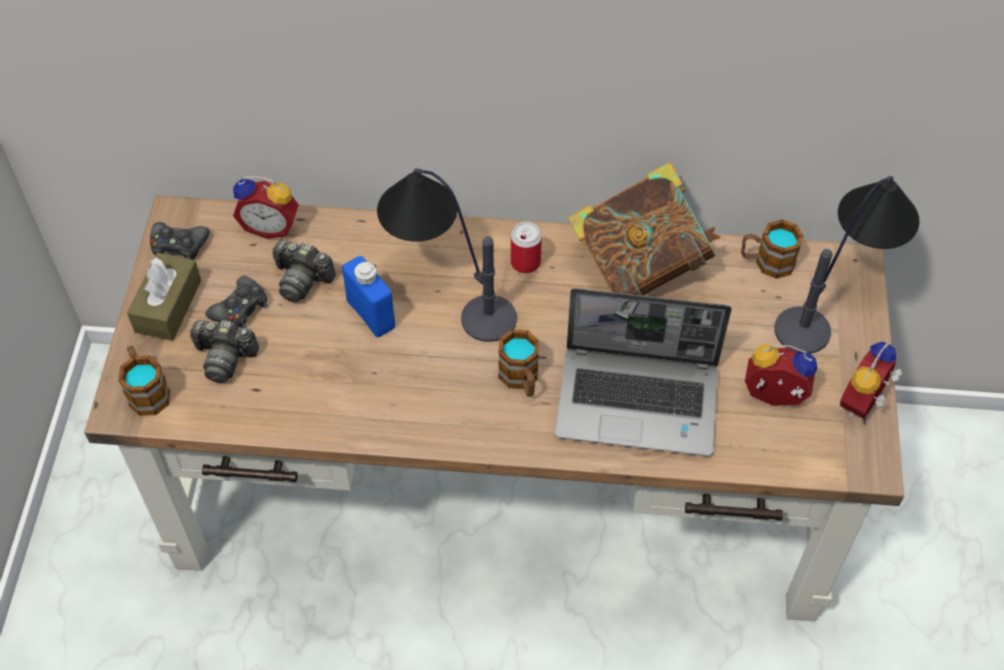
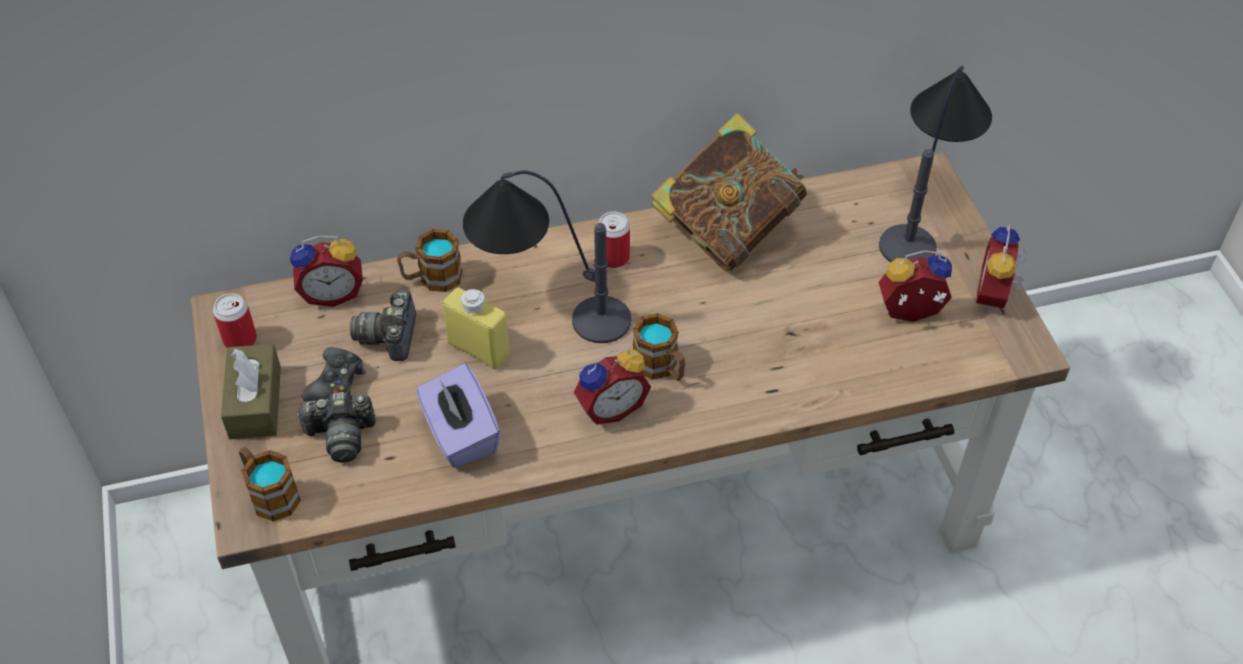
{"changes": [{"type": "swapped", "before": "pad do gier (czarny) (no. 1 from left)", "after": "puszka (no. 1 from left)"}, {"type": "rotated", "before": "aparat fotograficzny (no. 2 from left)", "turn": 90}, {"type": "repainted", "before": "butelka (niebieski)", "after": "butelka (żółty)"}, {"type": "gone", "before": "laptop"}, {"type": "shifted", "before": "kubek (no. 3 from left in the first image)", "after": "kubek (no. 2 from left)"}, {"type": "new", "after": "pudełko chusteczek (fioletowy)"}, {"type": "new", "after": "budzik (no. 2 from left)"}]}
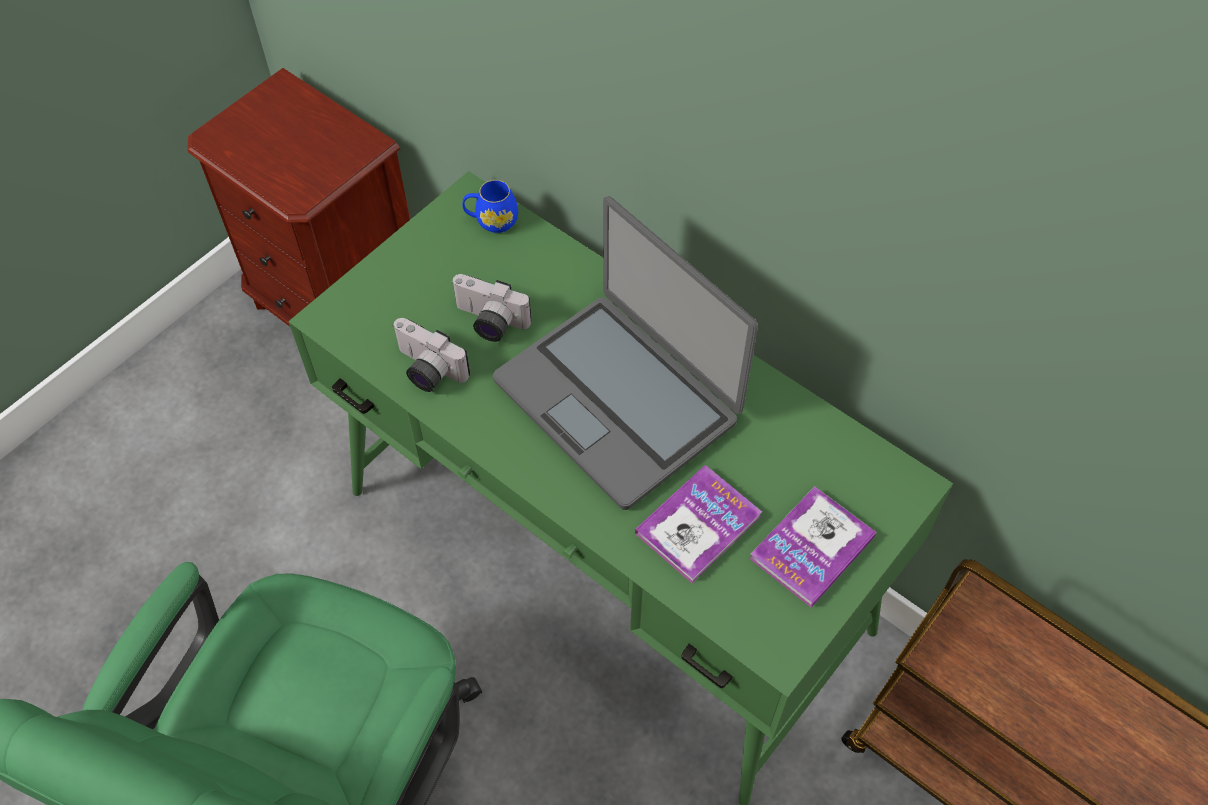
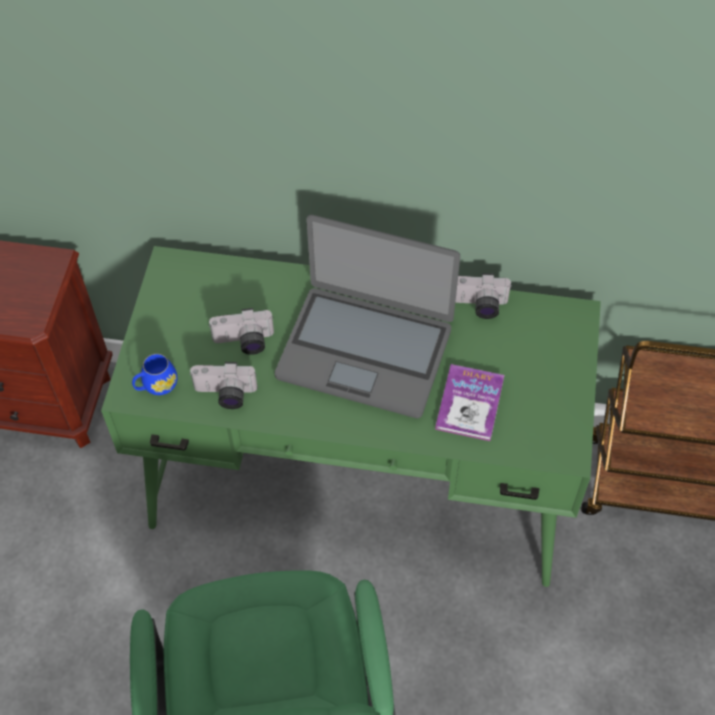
{"changes": [{"type": "shifted", "before": "kubek (niebieski)"}, {"type": "gone", "before": "książka (no. 2 from left)"}, {"type": "new", "after": "aparat fotograficzny (no. 3 from left)"}]}
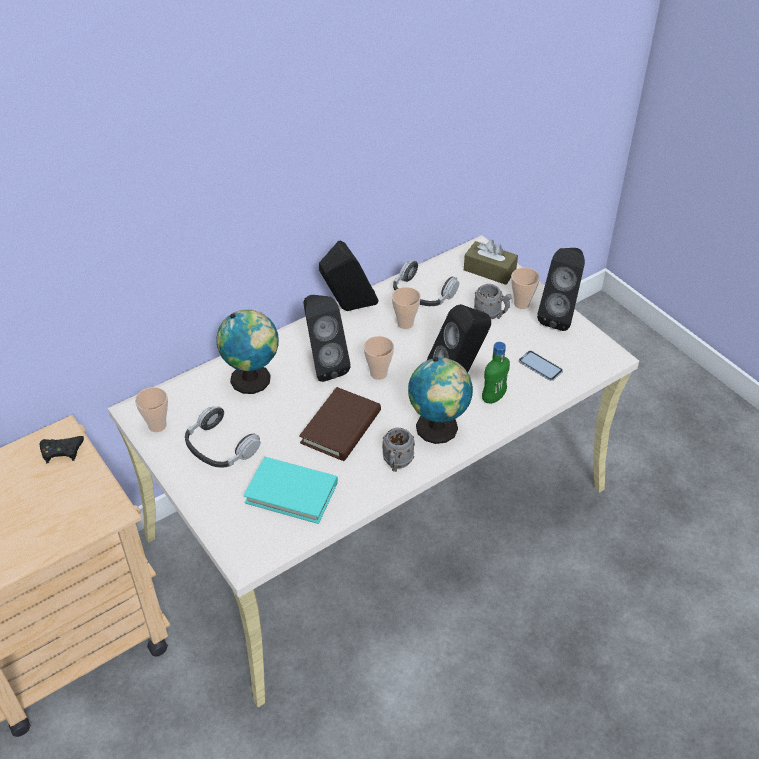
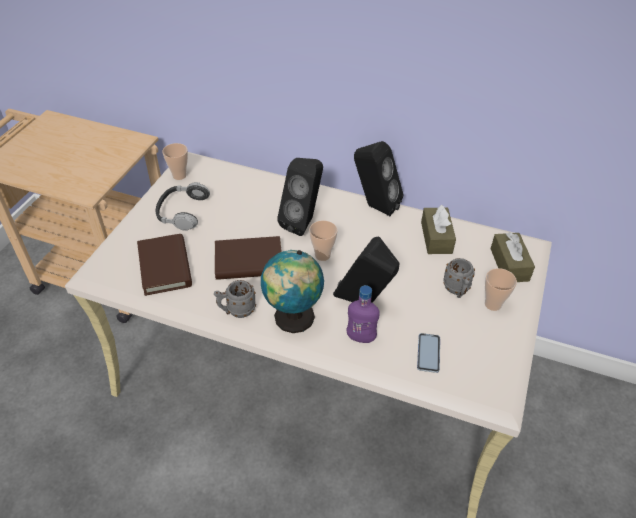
{"changes": [{"type": "gone", "before": "pad do gier (czarny)"}, {"type": "gone", "before": "globus (no. 1 from left)"}, {"type": "repainted", "before": "książka (turkusowy)", "after": "książka (brązowy) (no. 1 from left)"}, {"type": "gone", "before": "filiżanka (no. 3 from left)"}, {"type": "swapped", "before": "słuchawki (no. 2 from left)", "after": "pudełko chusteczek (brązowy) (no. 1 from left)"}, {"type": "repainted", "before": "butelka (zielony)", "after": "butelka (fioletowy)"}, {"type": "gone", "before": "głośnik (czarny) (no. 4 from left)"}]}
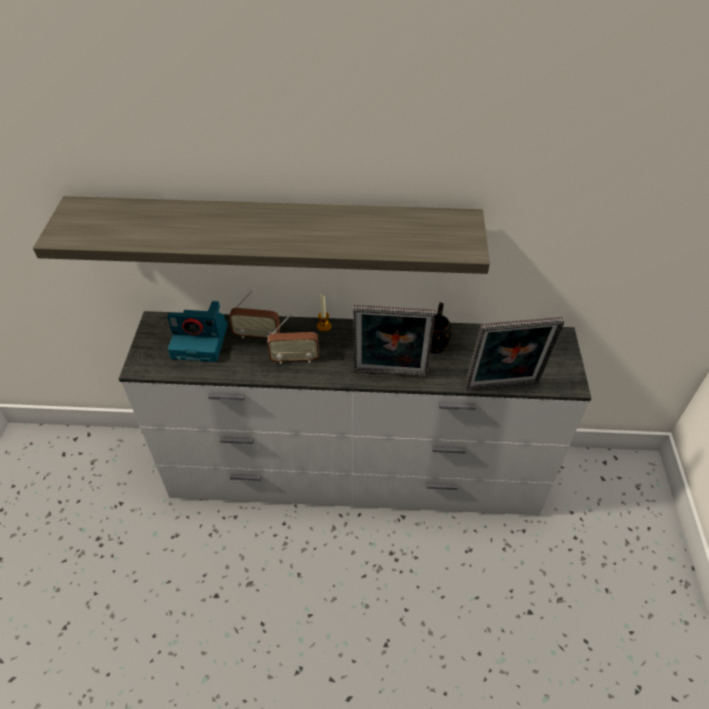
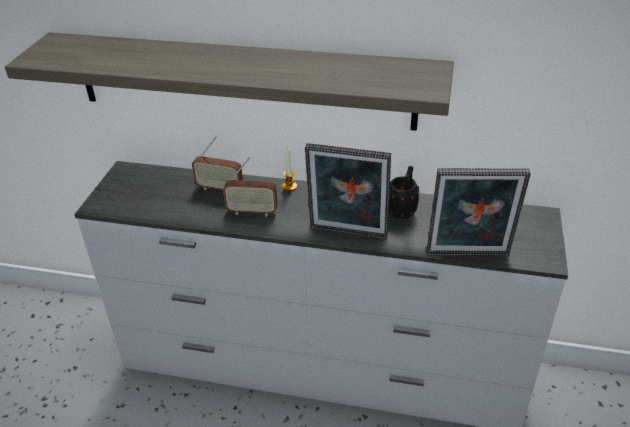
{"changes": [{"type": "gone", "before": "aparat fotograficzny"}]}
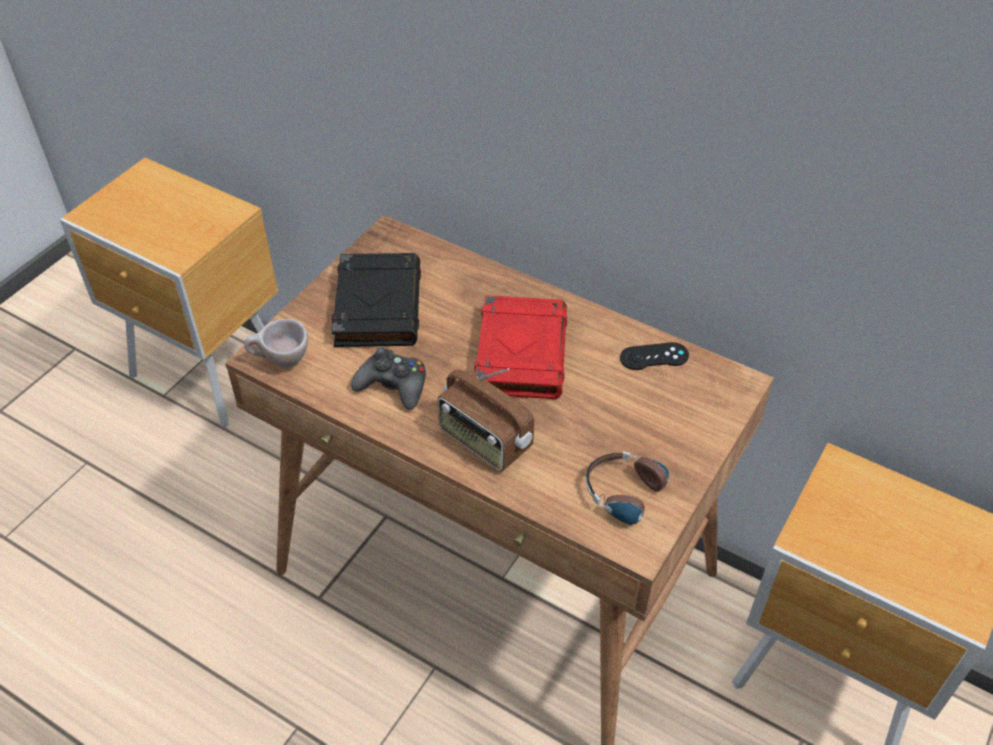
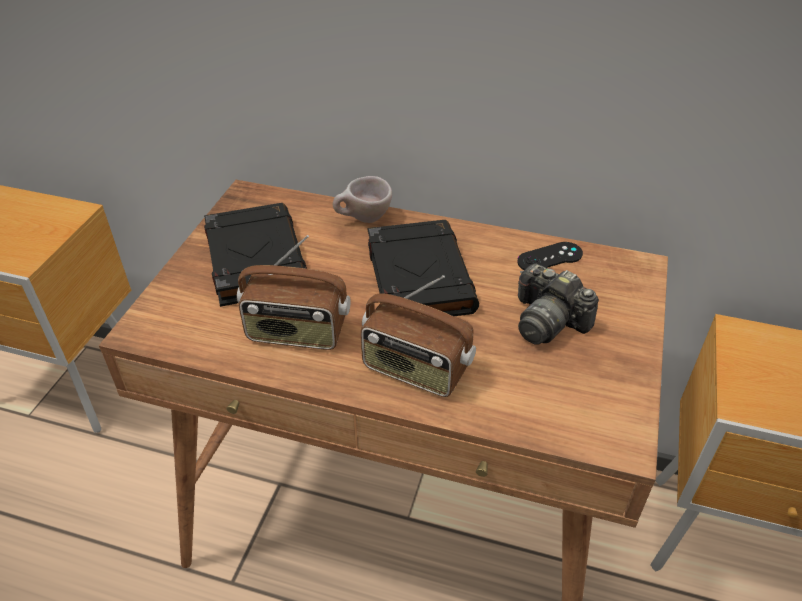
{"changes": [{"type": "shifted", "before": "filiżanka (beżowy)"}, {"type": "swapped", "before": "pad do gier (czarny) (no. 1 from left)", "after": "radio (no. 1 from left)"}, {"type": "repainted", "before": "książka (czerwony)", "after": "książka (czarny) (no. 2 from left)"}, {"type": "gone", "before": "słuchawki"}, {"type": "new", "after": "aparat fotograficzny"}]}
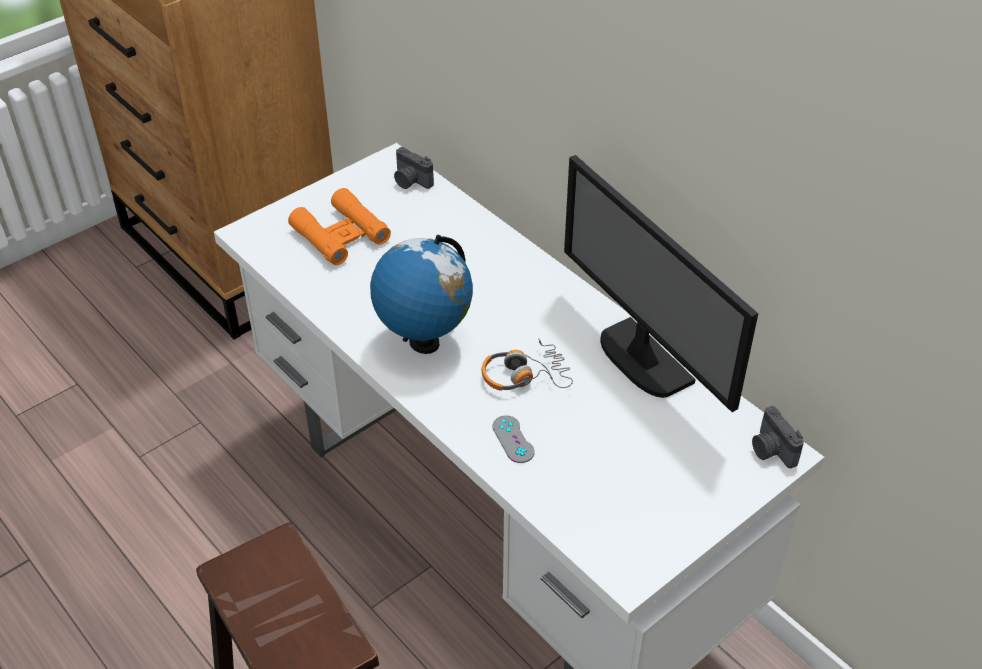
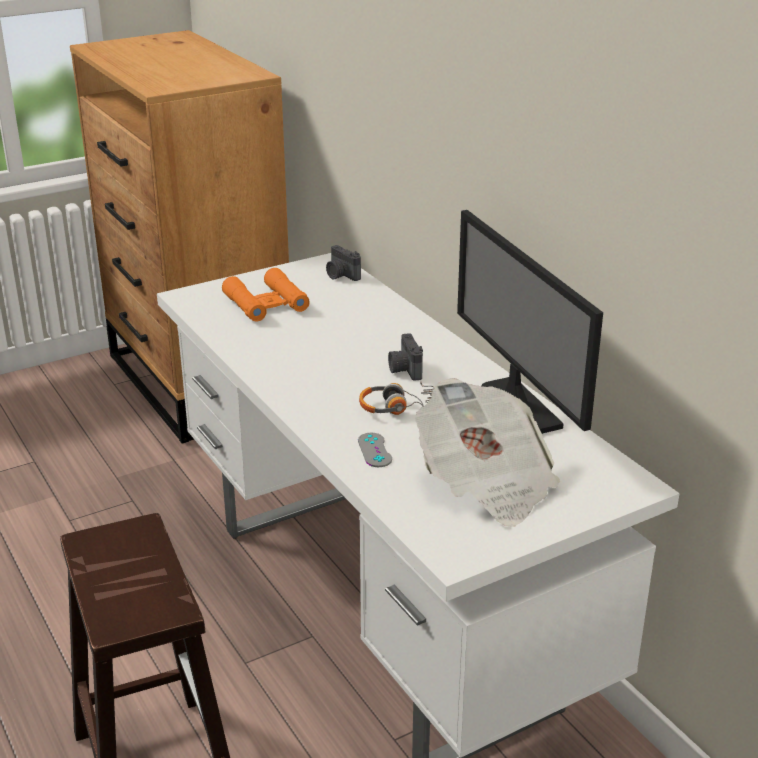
{"changes": [{"type": "gone", "before": "globus"}, {"type": "shifted", "before": "aparat fotograficzny (no. 2 from left)"}, {"type": "new", "after": "gazeta"}]}
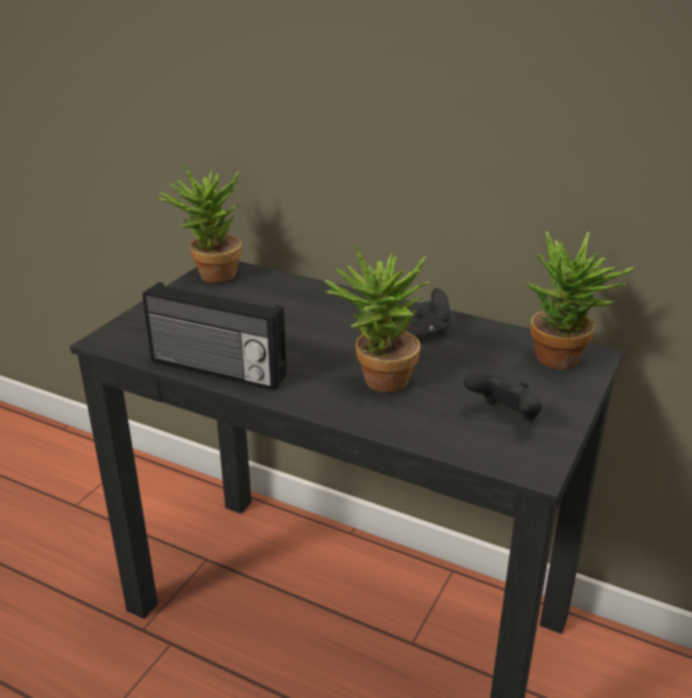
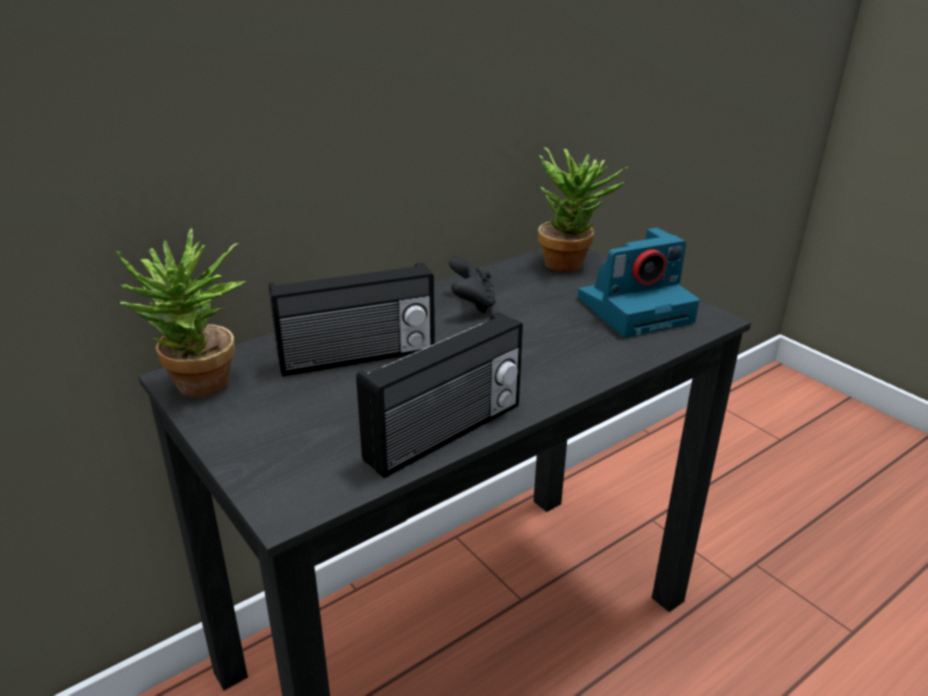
{"changes": [{"type": "gone", "before": "roślina doniczkowa (no. 2 from left)"}, {"type": "swapped", "before": "pad do gier (czarny) (no. 2 from left)", "after": "aparat fotograficzny"}, {"type": "new", "after": "radio (no. 1 from left)"}]}
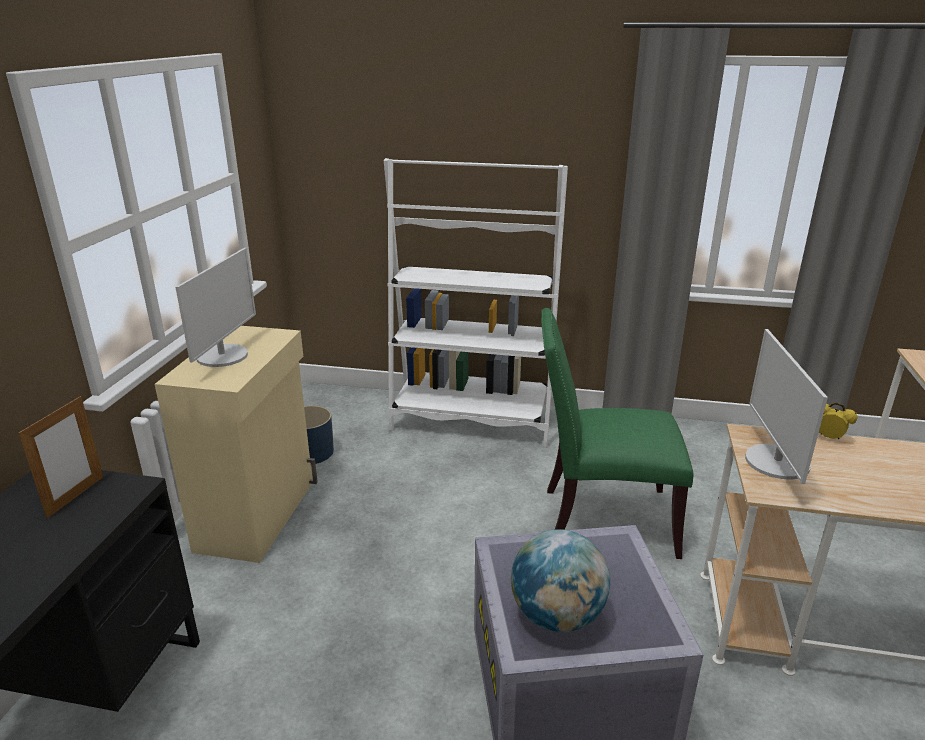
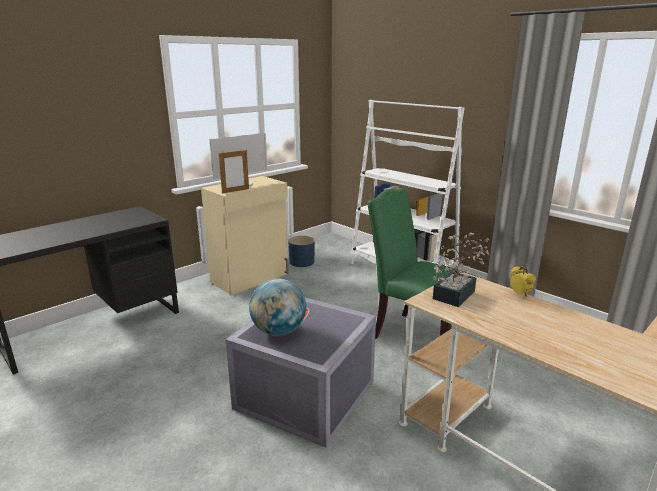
{"changes": [{"type": "shifted", "before": "ramka na zdjęcie"}, {"type": "swapped", "before": "monitor (no. 2 from left)", "after": "roślina doniczkowa"}]}
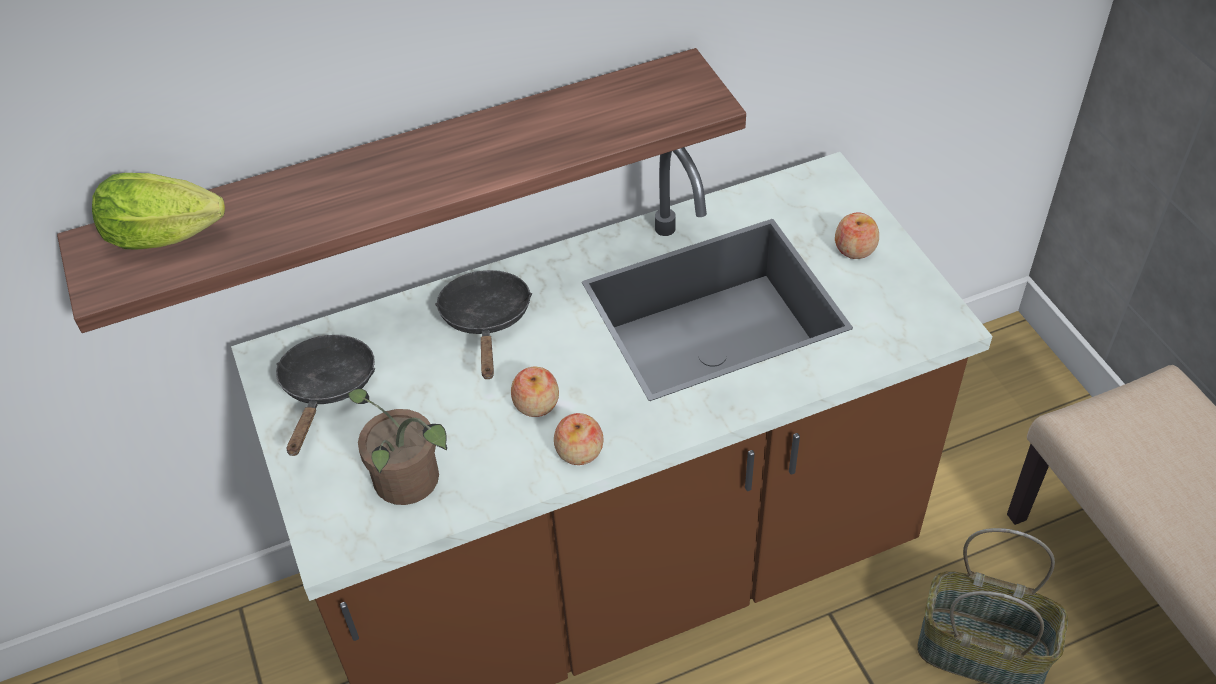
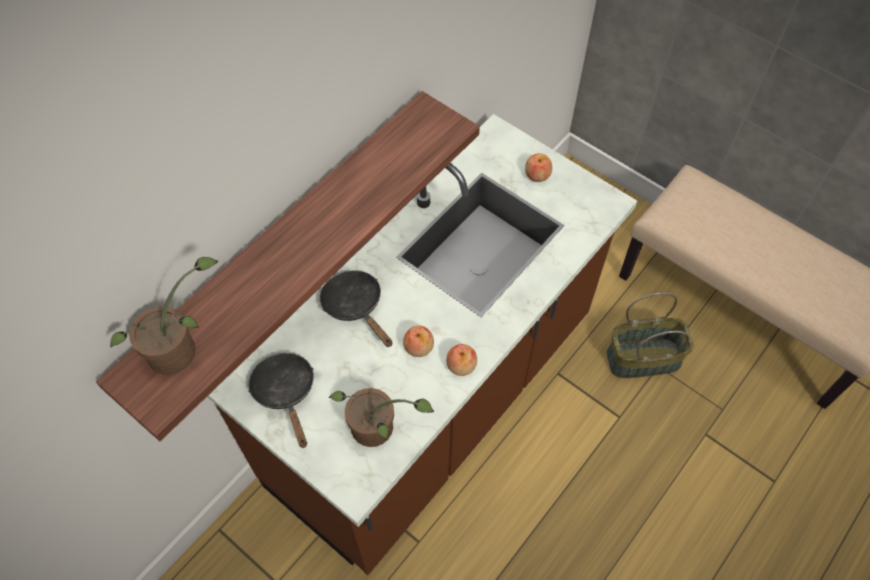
{"changes": [{"type": "swapped", "before": "sałata", "after": "roślina doniczkowa (no. 1 from left)"}]}
